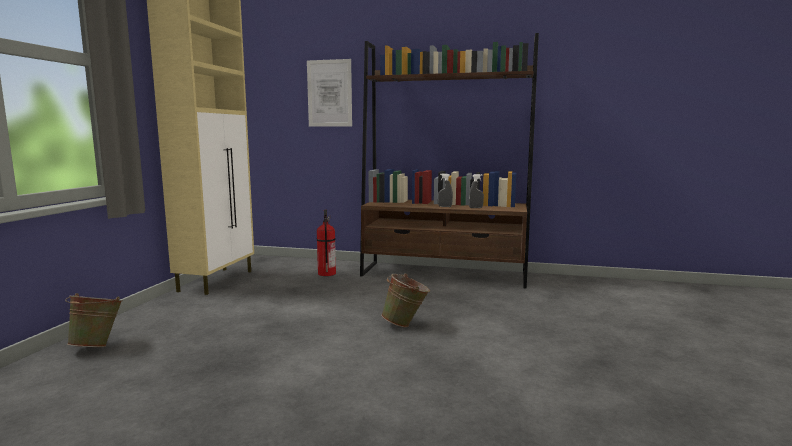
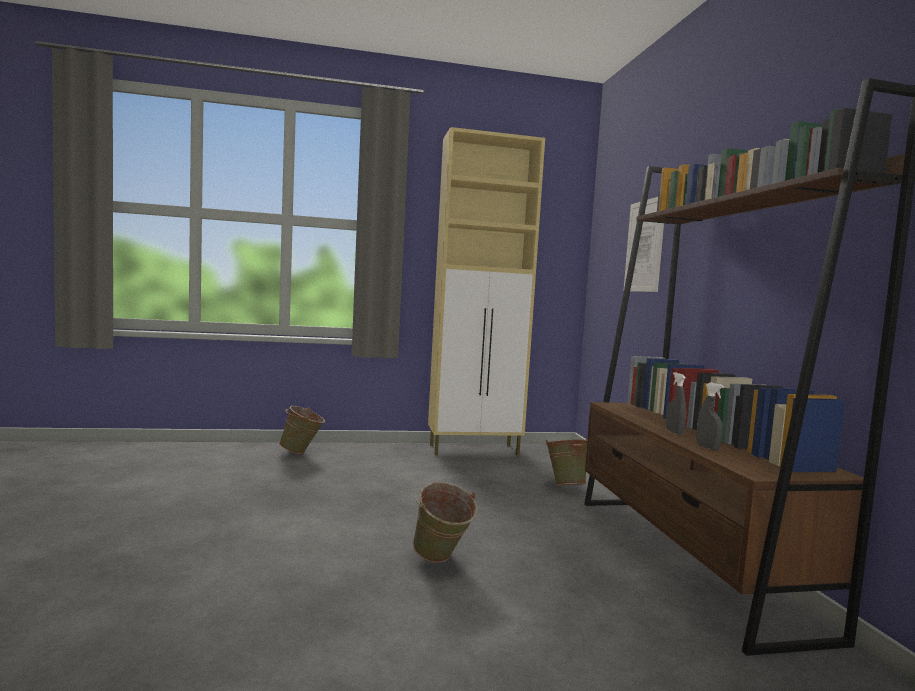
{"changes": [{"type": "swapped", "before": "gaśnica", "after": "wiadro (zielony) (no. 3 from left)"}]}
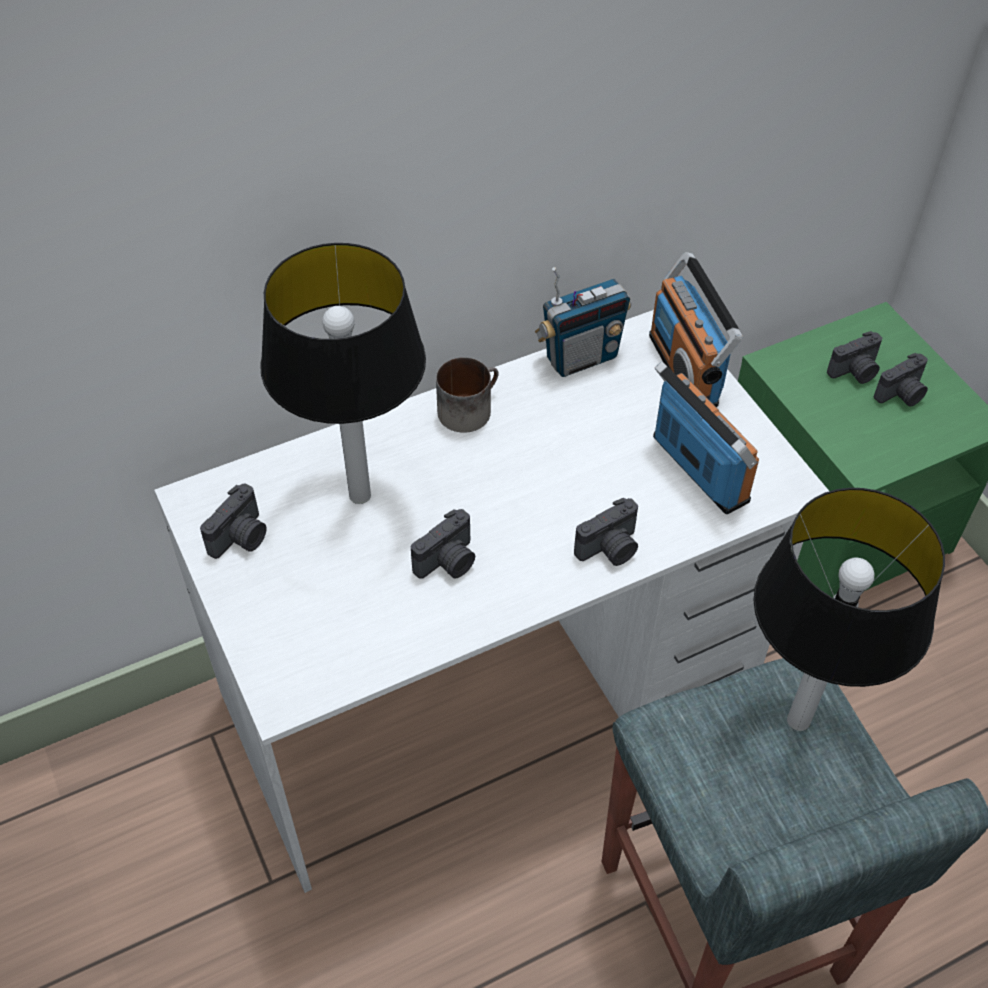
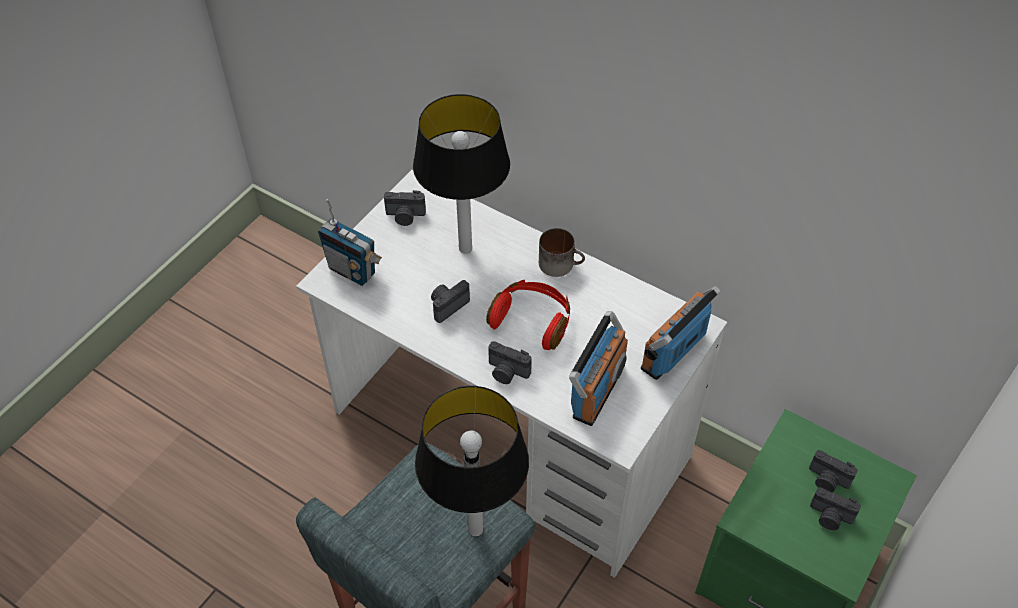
{"changes": [{"type": "rotated", "before": "aparat fotograficzny (no. 2 from left)", "turn": 120}, {"type": "shifted", "before": "radio (no. 1 from left)"}, {"type": "new", "after": "słuchawki (czerwony)"}]}
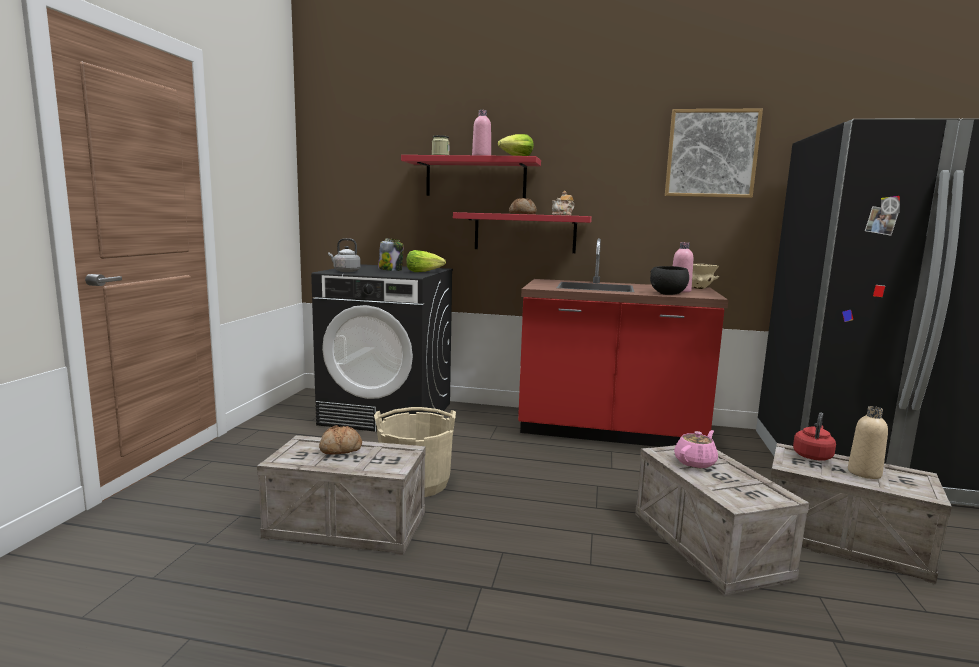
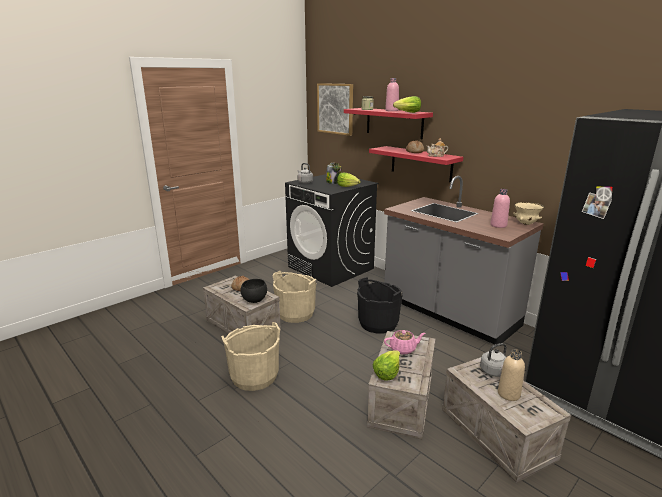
{"changes": [{"type": "repainted", "before": "zabudowa kuchenna (czerwony)", "after": "zabudowa kuchenna (szary)"}, {"type": "shifted", "before": "miska (czarny)"}, {"type": "shifted", "before": "obraz"}, {"type": "repainted", "before": "czajnik (czerwony)", "after": "czajnik (szary) (no. 2 from left)"}, {"type": "new", "after": "wiadro (beżowy) (no. 1 from left)"}, {"type": "new", "after": "wiadro (czarny)"}, {"type": "new", "after": "sałata (no. 2 from left)"}]}
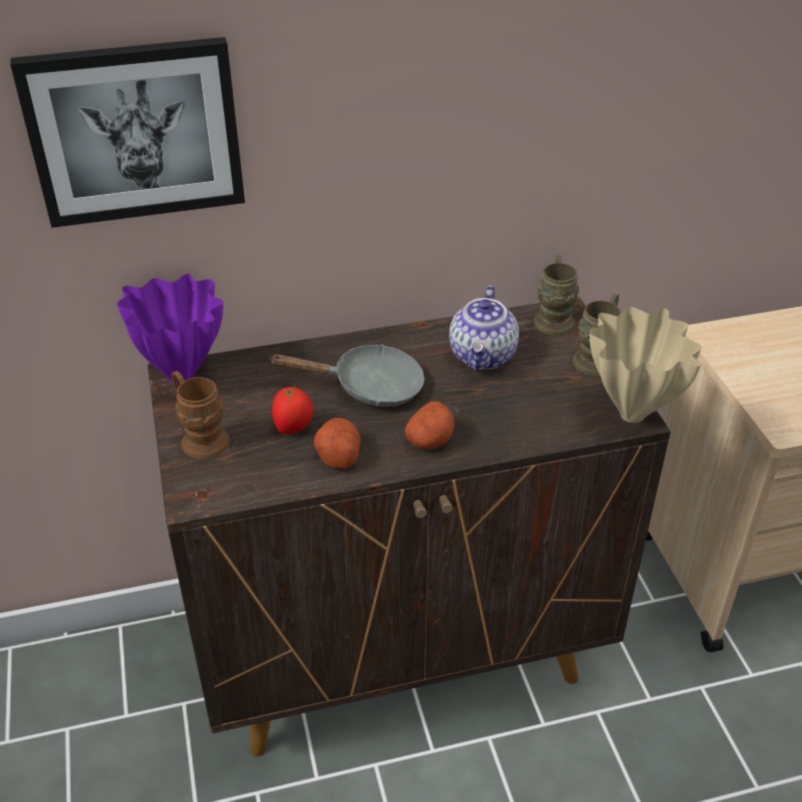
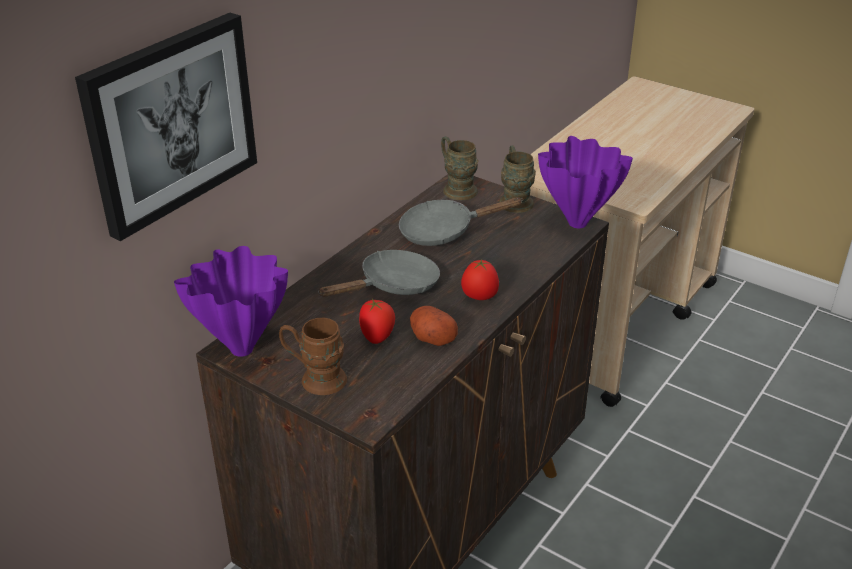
{"changes": [{"type": "swapped", "before": "ziemniak (no. 2 from left)", "after": "pomidor (no. 2 from left)"}, {"type": "swapped", "before": "imbryk", "after": "patelnia (szary) (no. 2 from left)"}, {"type": "repainted", "before": "wazon (beżowy)", "after": "wazon (fioletowy) (no. 2 from left)"}]}
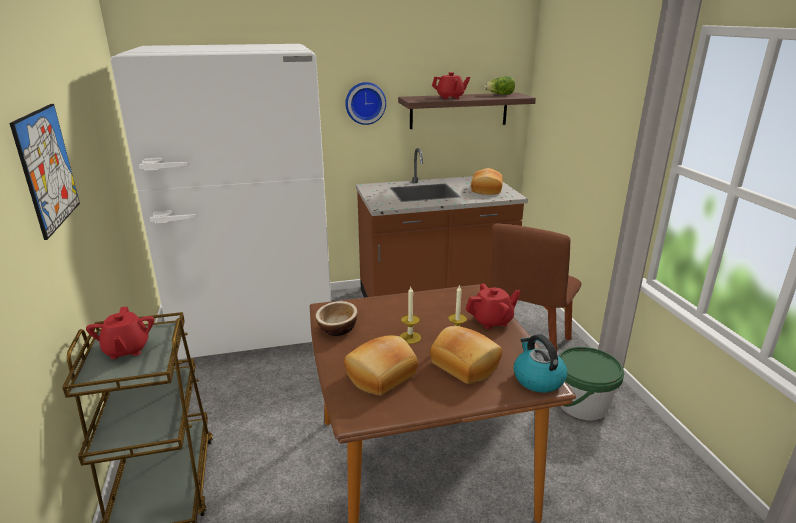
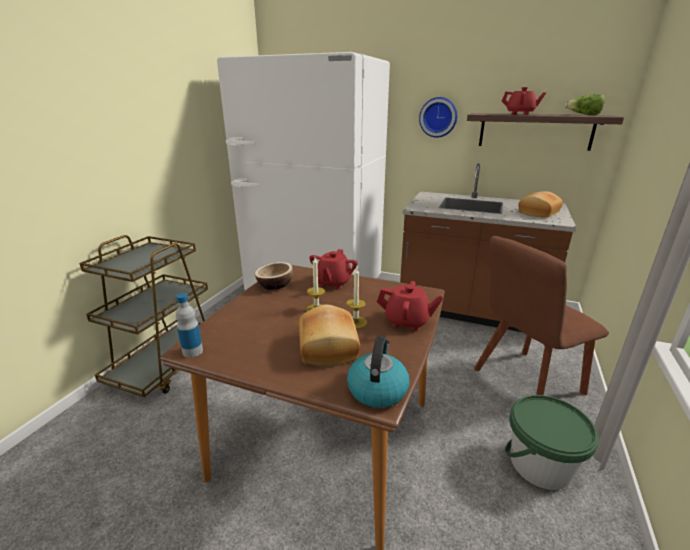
{"changes": [{"type": "gone", "before": "obraz"}, {"type": "shifted", "before": "imbryk (czerwony) (no. 1 from left)"}, {"type": "gone", "before": "chleb (no. 1 from left)"}, {"type": "new", "after": "butelka"}]}
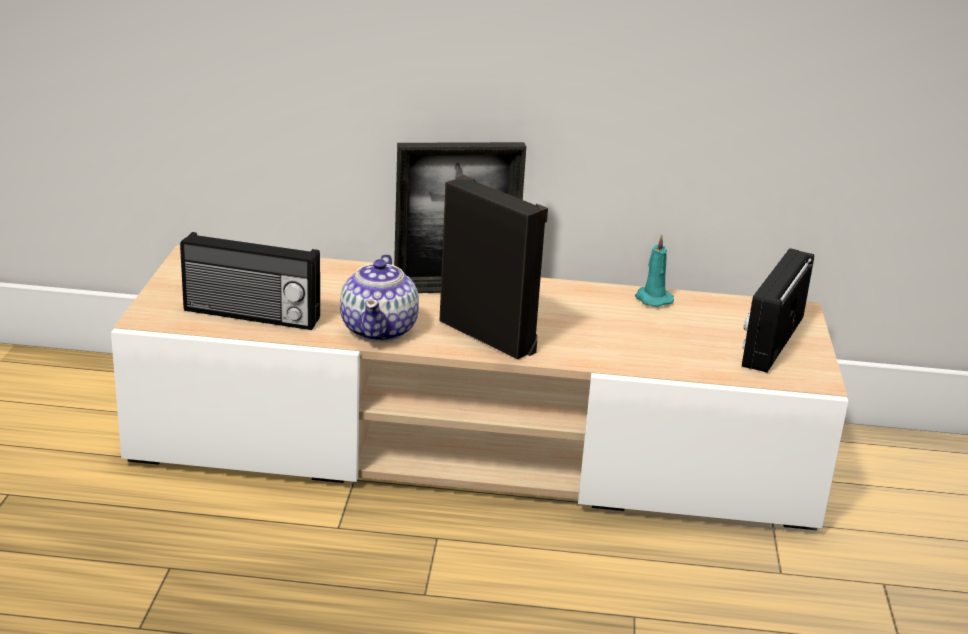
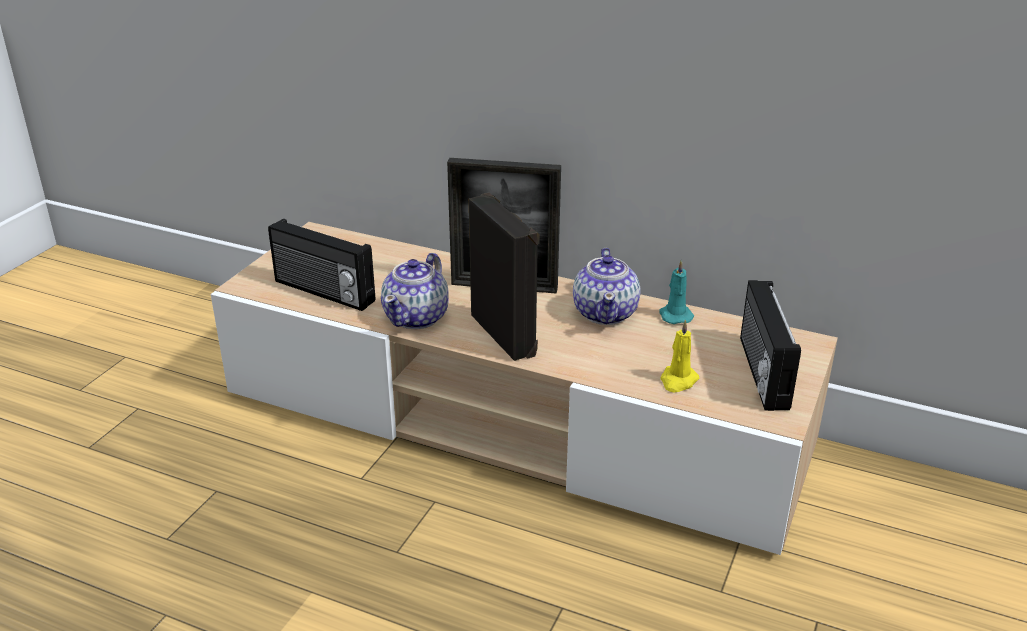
{"changes": [{"type": "rotated", "before": "radio (no. 2 from left)", "turn": -45}, {"type": "new", "after": "imbryk (no. 2 from left)"}, {"type": "new", "after": "świeca (żółty)"}]}
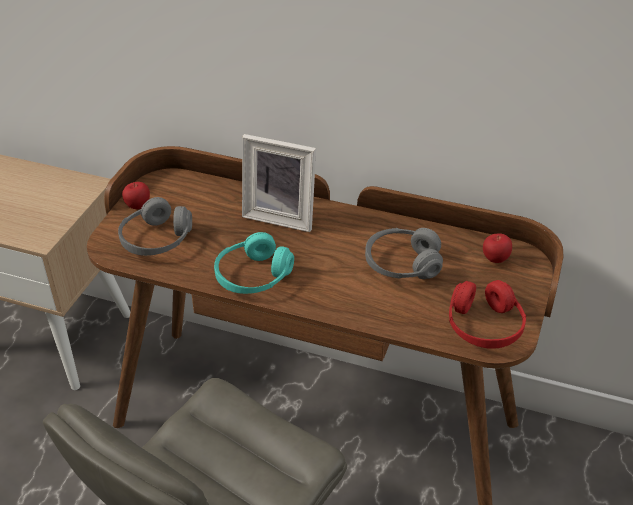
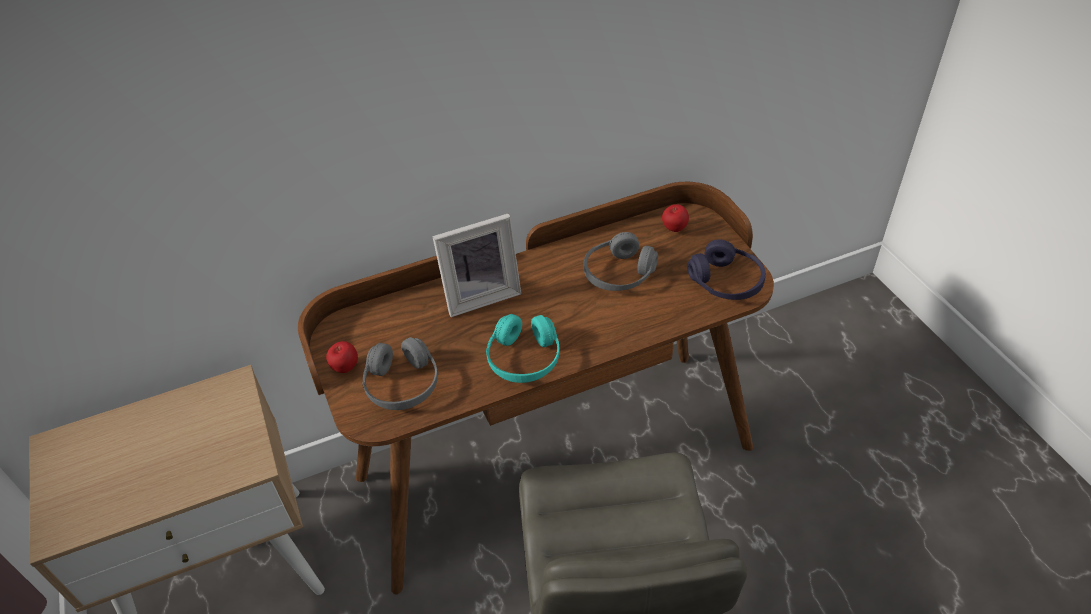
{"changes": [{"type": "repainted", "before": "słuchawki (czerwony)", "after": "słuchawki (fioletowy)"}]}
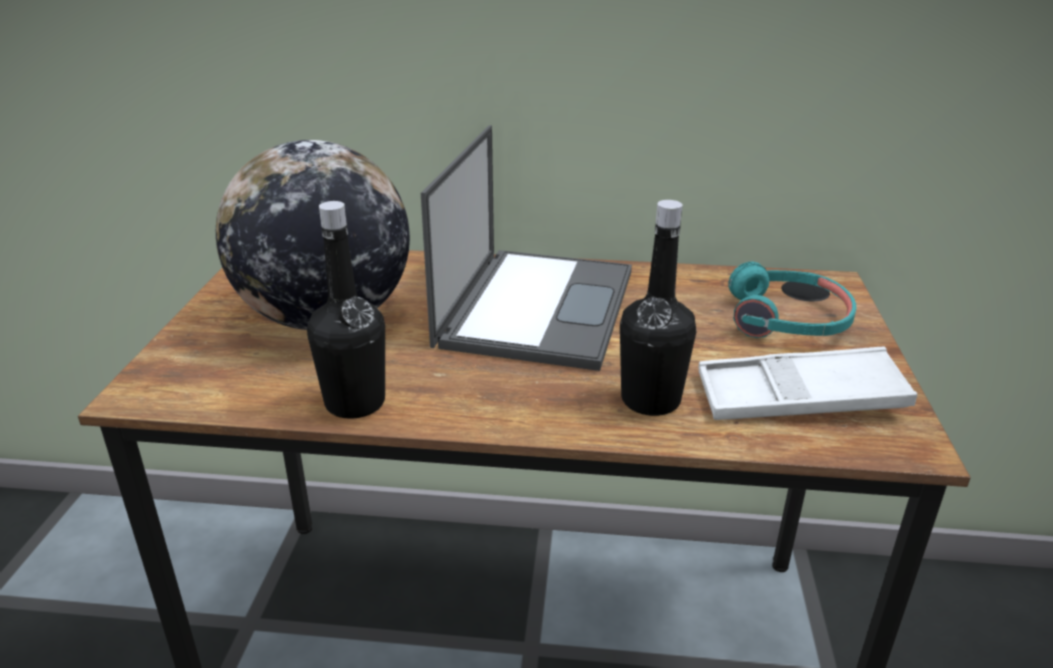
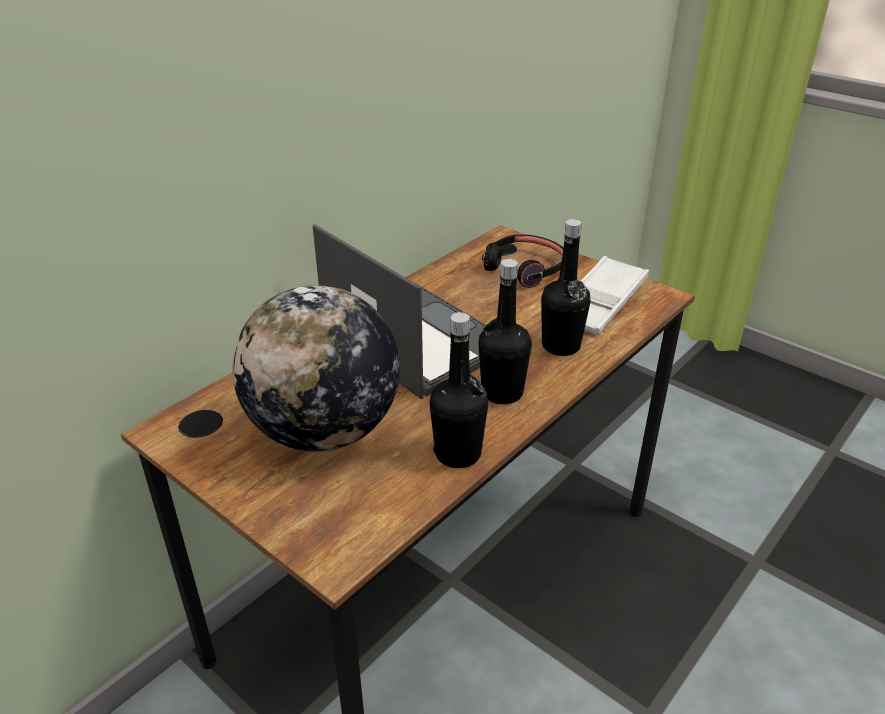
{"changes": [{"type": "repainted", "before": "słuchawki (turkusowy)", "after": "słuchawki (czarny)"}, {"type": "new", "after": "butelka (czarny) (no. 2 from left)"}]}
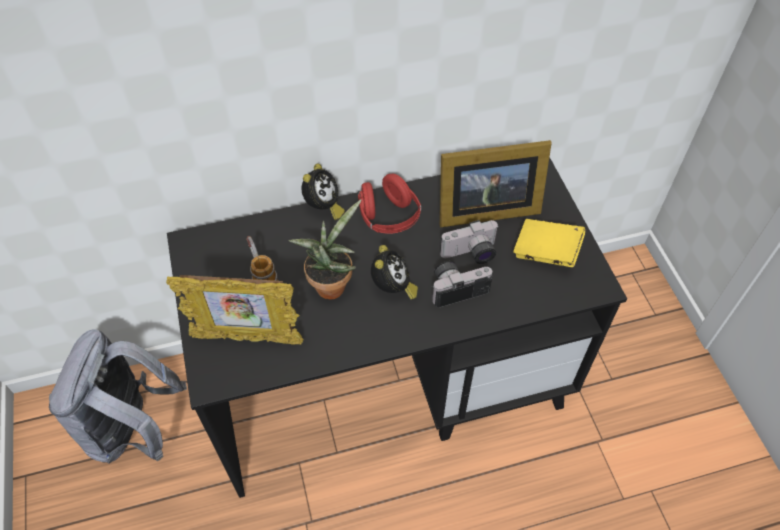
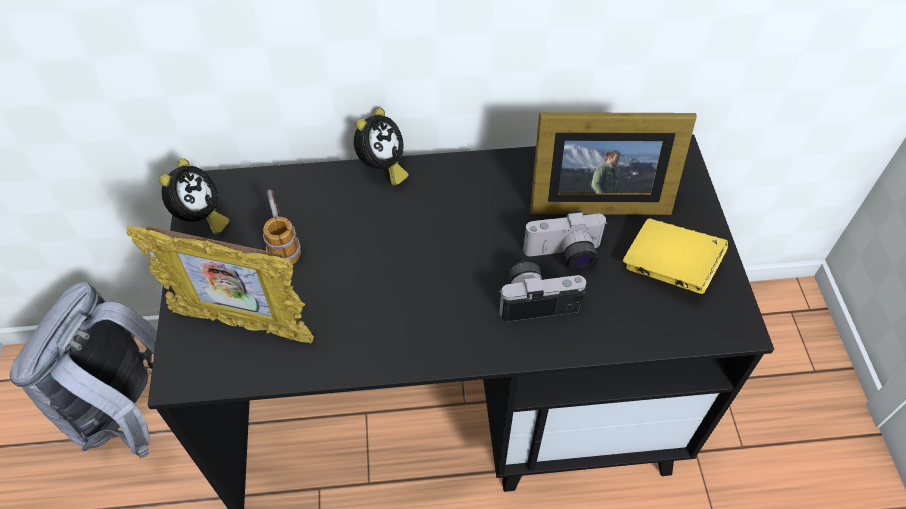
{"changes": [{"type": "gone", "before": "roślina doniczkowa"}, {"type": "gone", "before": "słuchawki (czerwony)"}, {"type": "shifted", "before": "budzik (no. 2 from left in the first image)", "after": "budzik (no. 1 from left)"}]}
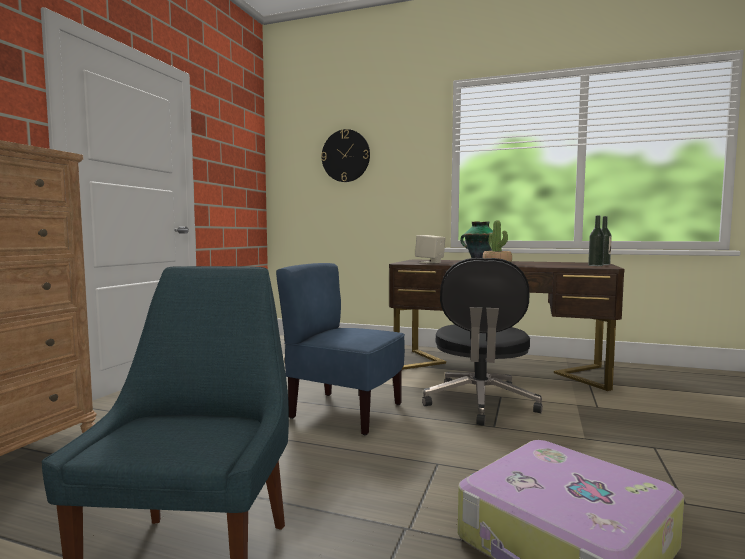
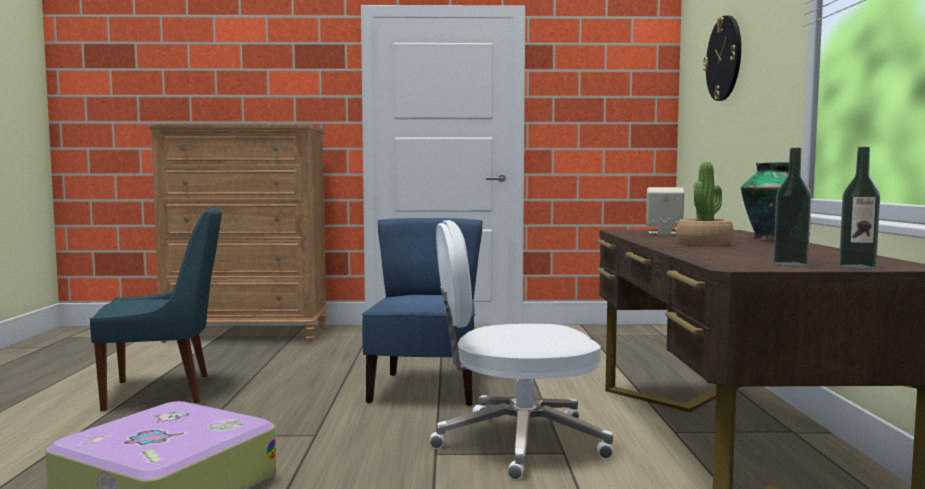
{"changes": [{"type": "repainted", "before": "krzesło biurowe (czarny)", "after": "krzesło biurowe (biały)"}]}
